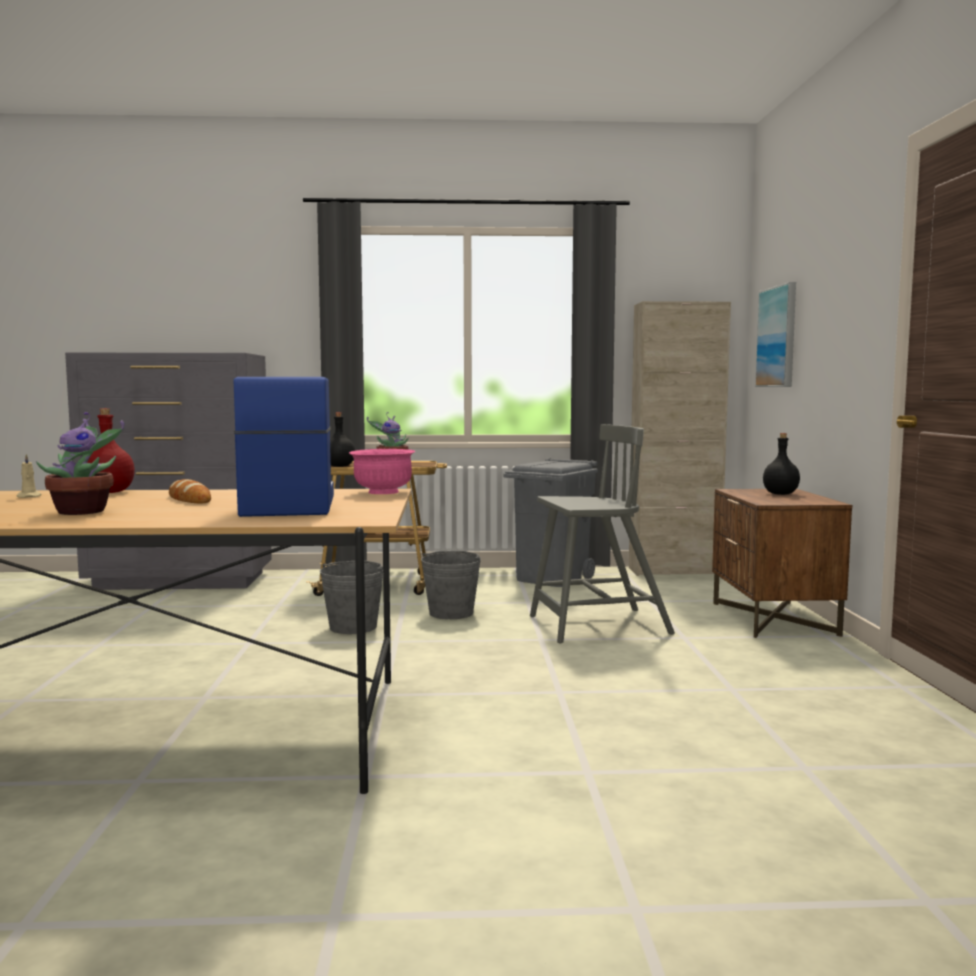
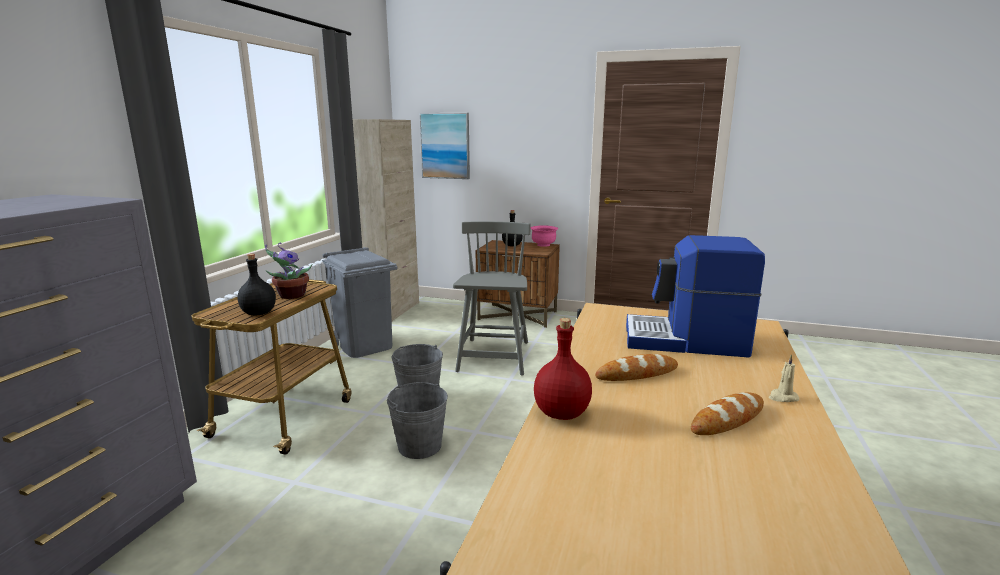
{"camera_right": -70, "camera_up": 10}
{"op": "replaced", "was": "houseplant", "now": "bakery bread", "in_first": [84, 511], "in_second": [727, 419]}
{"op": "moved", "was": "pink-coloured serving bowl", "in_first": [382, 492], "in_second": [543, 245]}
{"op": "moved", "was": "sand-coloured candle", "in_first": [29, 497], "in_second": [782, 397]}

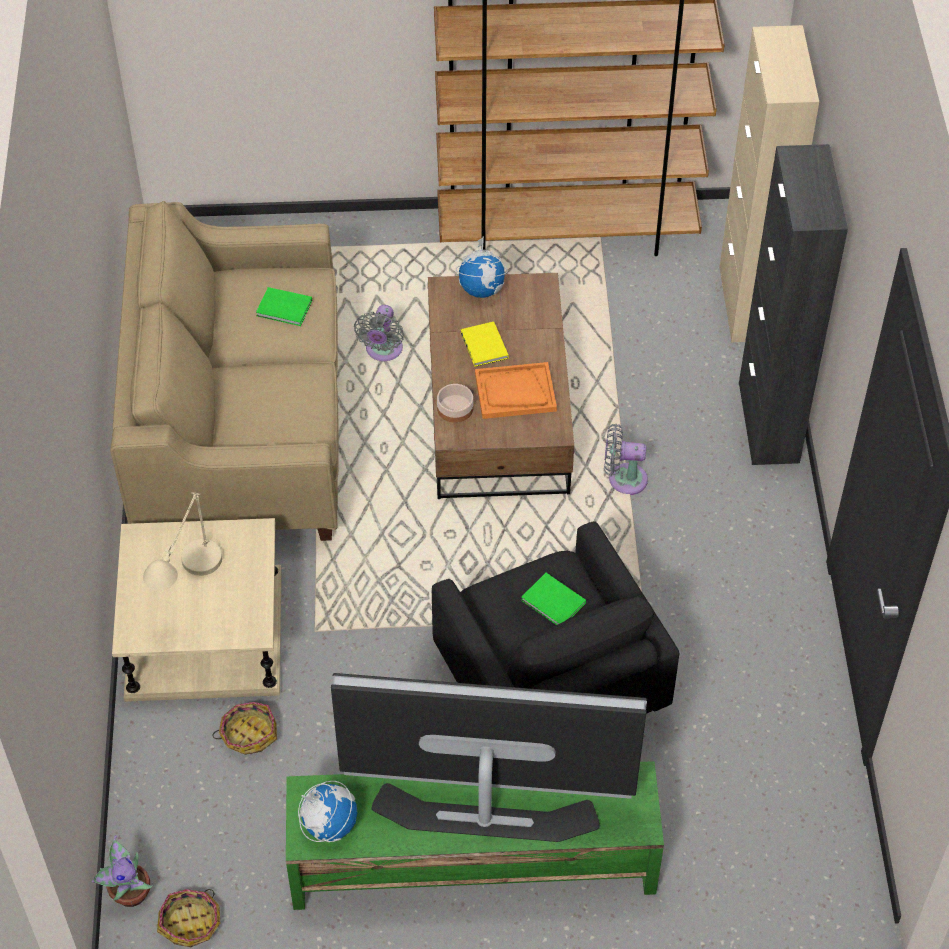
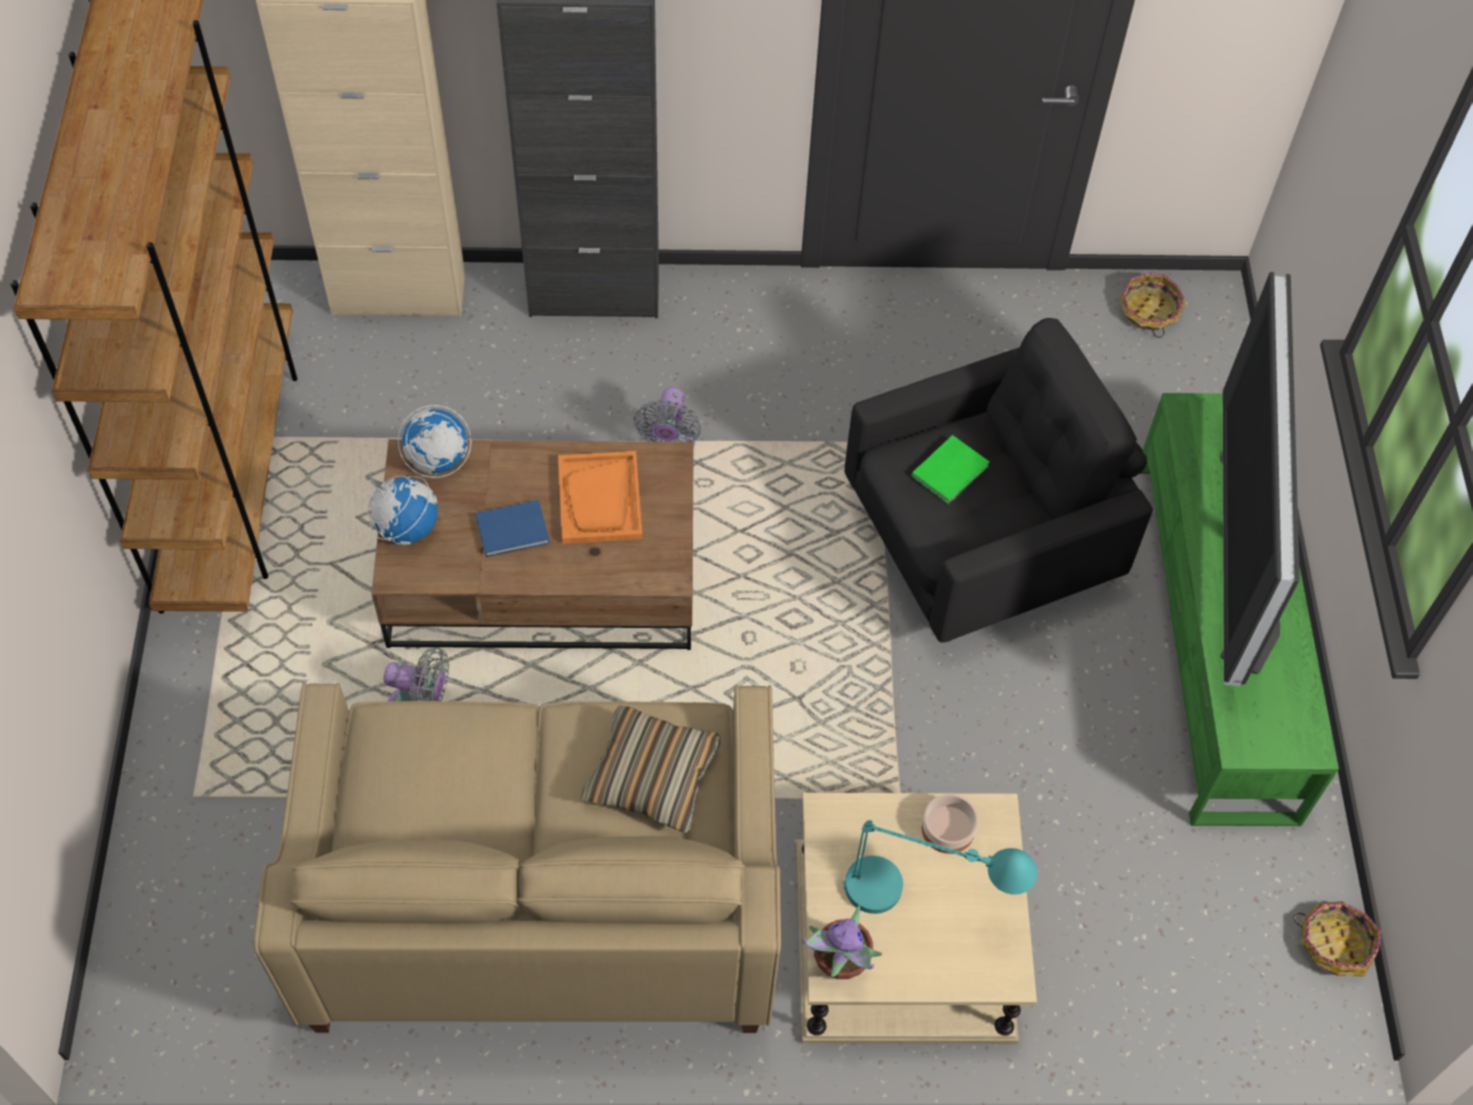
{"camera_right": -90, "camera_up": 5}
{"op": "removed", "was": "green-coloured volume", "in_first": [285, 309]}
{"op": "recoloured", "was": "yellow-coloured volume", "now": "bluish volume", "in_first": [484, 347], "in_second": [515, 531]}
{"op": "moved", "was": "serving bowl", "in_first": [454, 408], "in_second": [948, 830]}
{"op": "recoloured", "was": "sand-coloured tabletop lamp", "now": "turquoise-coloured tabletop lamp", "in_first": [189, 588], "in_second": [923, 901]}
{"op": "moved", "was": "basket", "in_first": [248, 734], "in_second": [1148, 312]}
{"op": "moved", "was": "desk globe", "in_first": [329, 825], "in_second": [437, 461]}
{"op": "moved", "was": "houseplant", "in_first": [129, 893], "in_second": [839, 962]}
{"op": "added", "now": "pillow", "in_second": [652, 776]}

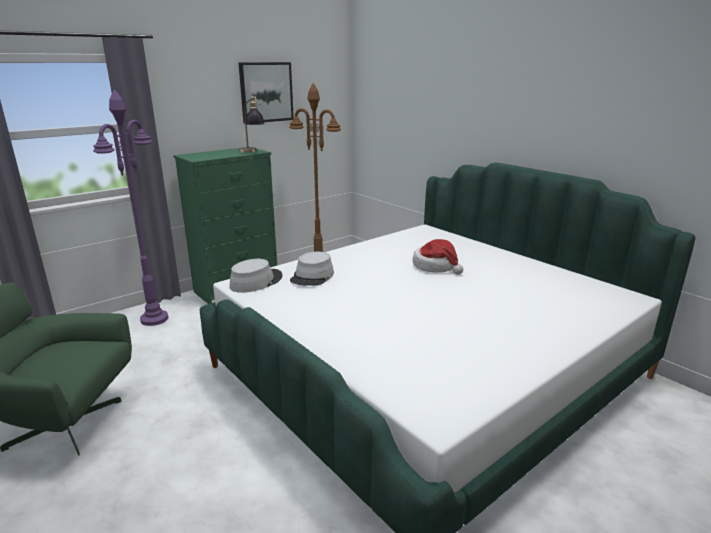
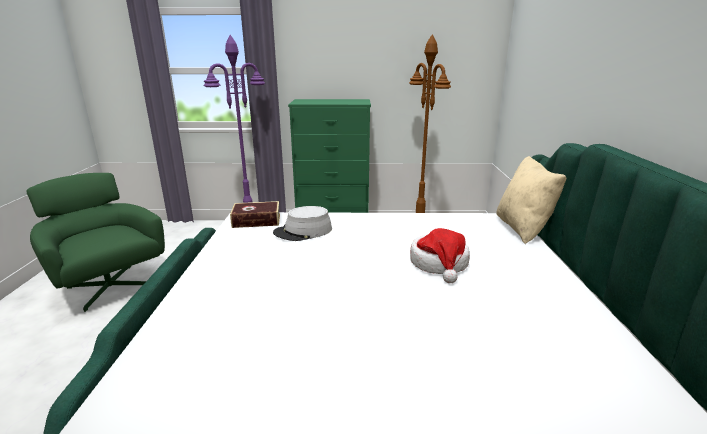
{"camera_right": 40, "camera_up": 0}
{"op": "removed", "was": "wall art", "in_first": [266, 92]}
{"op": "removed", "was": "tabletop lamp", "in_first": [252, 151]}
{"op": "replaced", "was": "gray wearable hat", "now": "volume", "in_first": [256, 281], "in_second": [256, 220]}
{"op": "added", "now": "sand-coloured pillow", "in_second": [523, 229]}

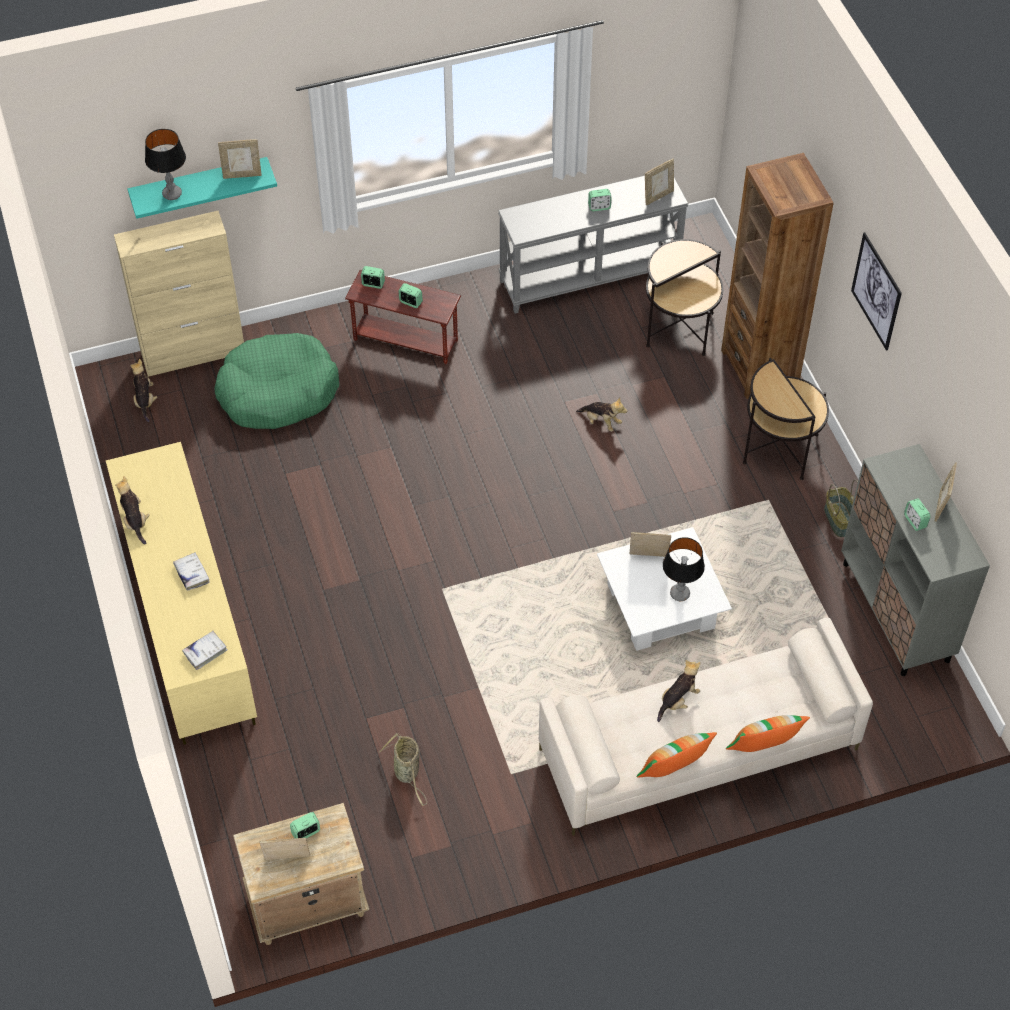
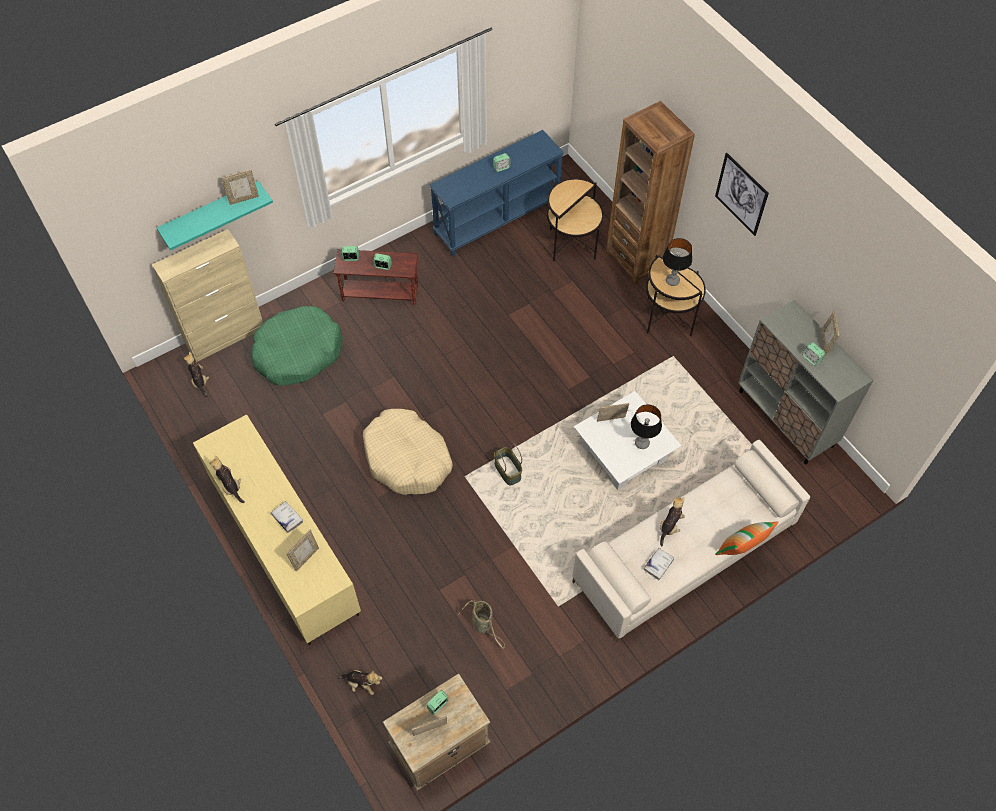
{"camera_right": -15, "camera_up": 5}
{"op": "moved", "was": "tabletop lamp", "in_first": [172, 194], "in_second": [672, 281]}
{"op": "moved", "was": "photo frame", "in_first": [658, 196], "in_second": [305, 558]}
{"op": "recoloured", "was": "gray console table", "now": "bluish console table", "in_first": [590, 275], "in_second": [497, 217]}
{"op": "moved", "was": "soft toy", "in_first": [601, 422], "in_second": [362, 684]}
{"op": "moved", "was": "basket", "in_first": [838, 519], "in_second": [507, 471]}
{"op": "moved", "was": "white volume", "in_first": [205, 652], "in_second": [658, 565]}
{"op": "removed", "was": "pillow", "in_first": [673, 771]}
{"op": "added", "now": "sand-coloured dog cushion", "in_second": [407, 458]}

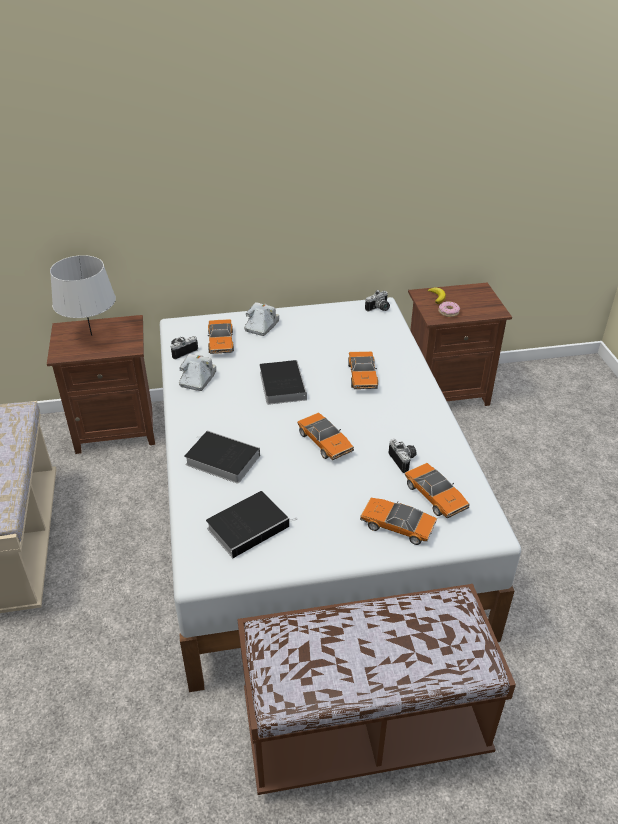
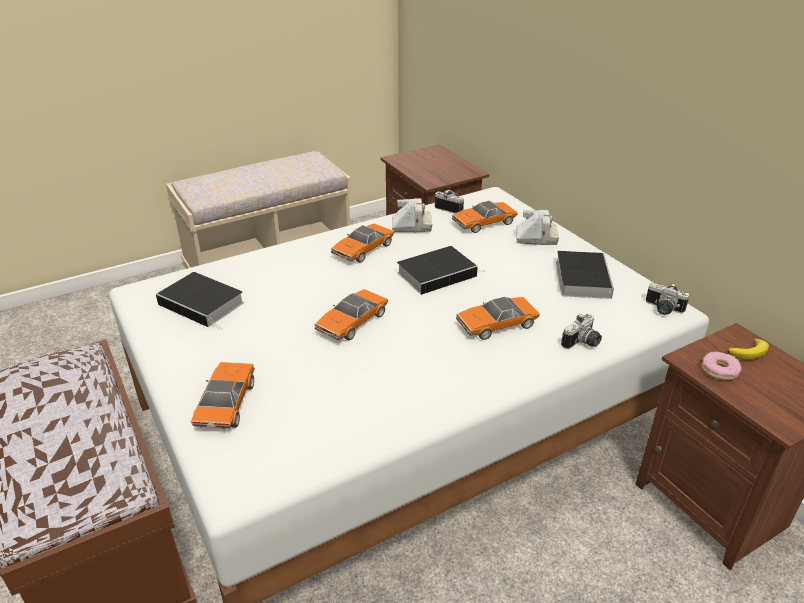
{"camera_right": 70, "camera_up": -5}
{"op": "removed", "was": "gray tabletop lamp", "in_first": [91, 335]}
{"op": "moved", "was": "volume", "in_first": [220, 460], "in_second": [581, 277]}
{"op": "moved", "was": "photo camera", "in_first": [404, 460], "in_second": [583, 343]}
{"op": "moved", "was": "model car", "in_first": [435, 496], "in_second": [363, 250]}

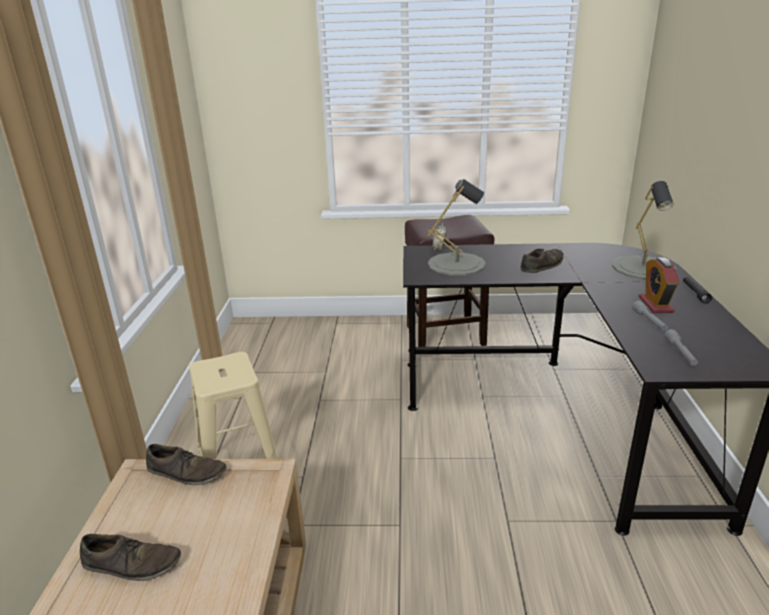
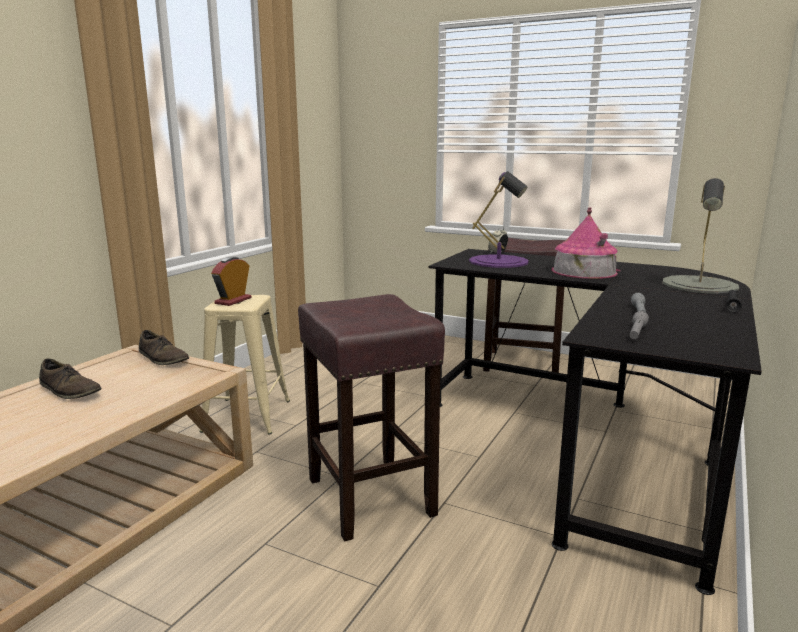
{"camera_right": 25, "camera_up": -10}
{"op": "recoloured", "was": "gray tabletop lamp", "now": "purple tabletop lamp", "in_first": [456, 264], "in_second": [498, 261]}
{"op": "replaced", "was": "brown-coloured shoe", "now": "toy house", "in_first": [542, 265], "in_second": [584, 271]}
{"op": "moved", "was": "table clock", "in_first": [655, 304], "in_second": [233, 301]}
{"op": "added", "now": "brown-coloured stool", "in_second": [368, 495]}

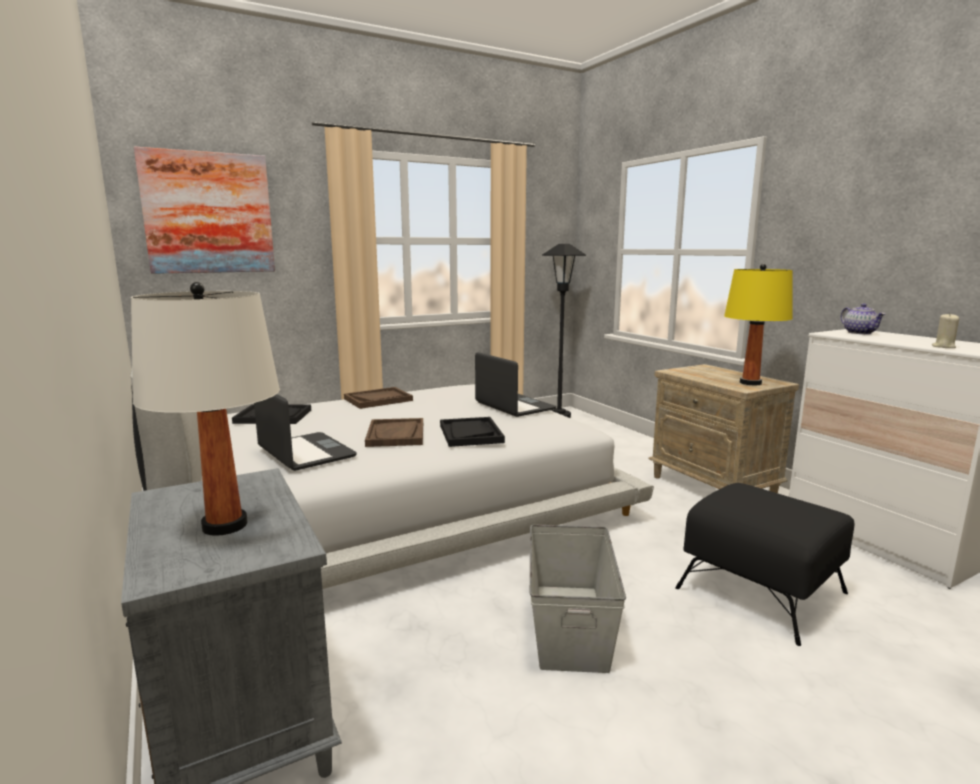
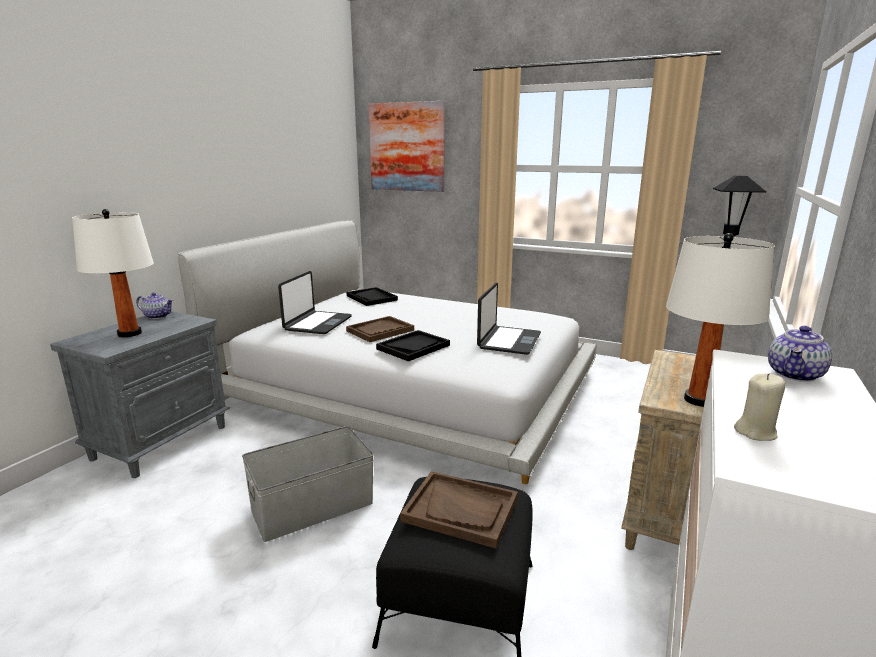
{"camera_right": 55, "camera_up": 5}
{"op": "recoloured", "was": "yellow-coloured tabletop lamp", "now": "white tabletop lamp", "in_first": [750, 383], "in_second": [699, 400]}
{"op": "moved", "was": "brown-coloured carrying tray", "in_first": [378, 399], "in_second": [461, 510]}
{"op": "added", "now": "tea pot", "in_second": [158, 316]}

